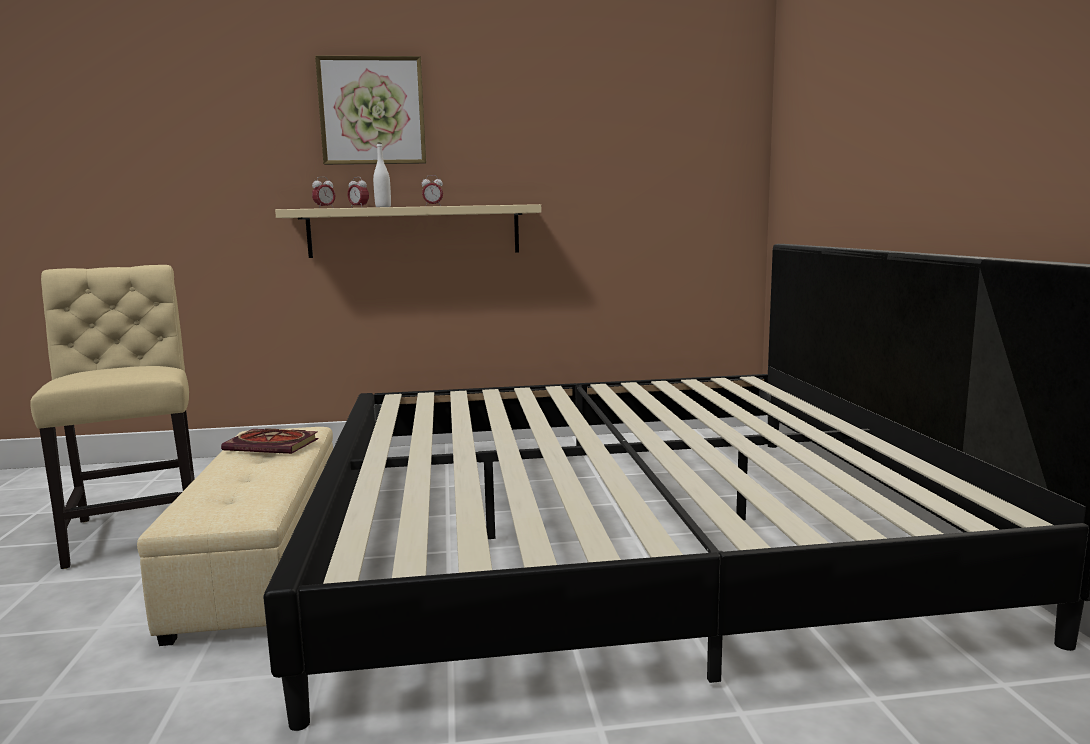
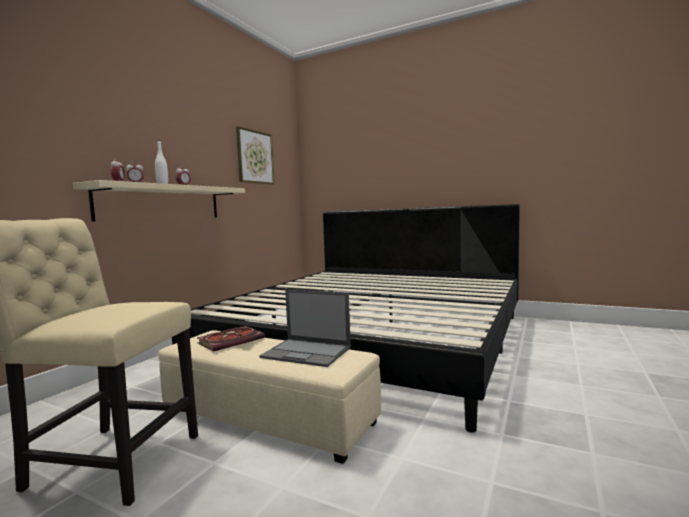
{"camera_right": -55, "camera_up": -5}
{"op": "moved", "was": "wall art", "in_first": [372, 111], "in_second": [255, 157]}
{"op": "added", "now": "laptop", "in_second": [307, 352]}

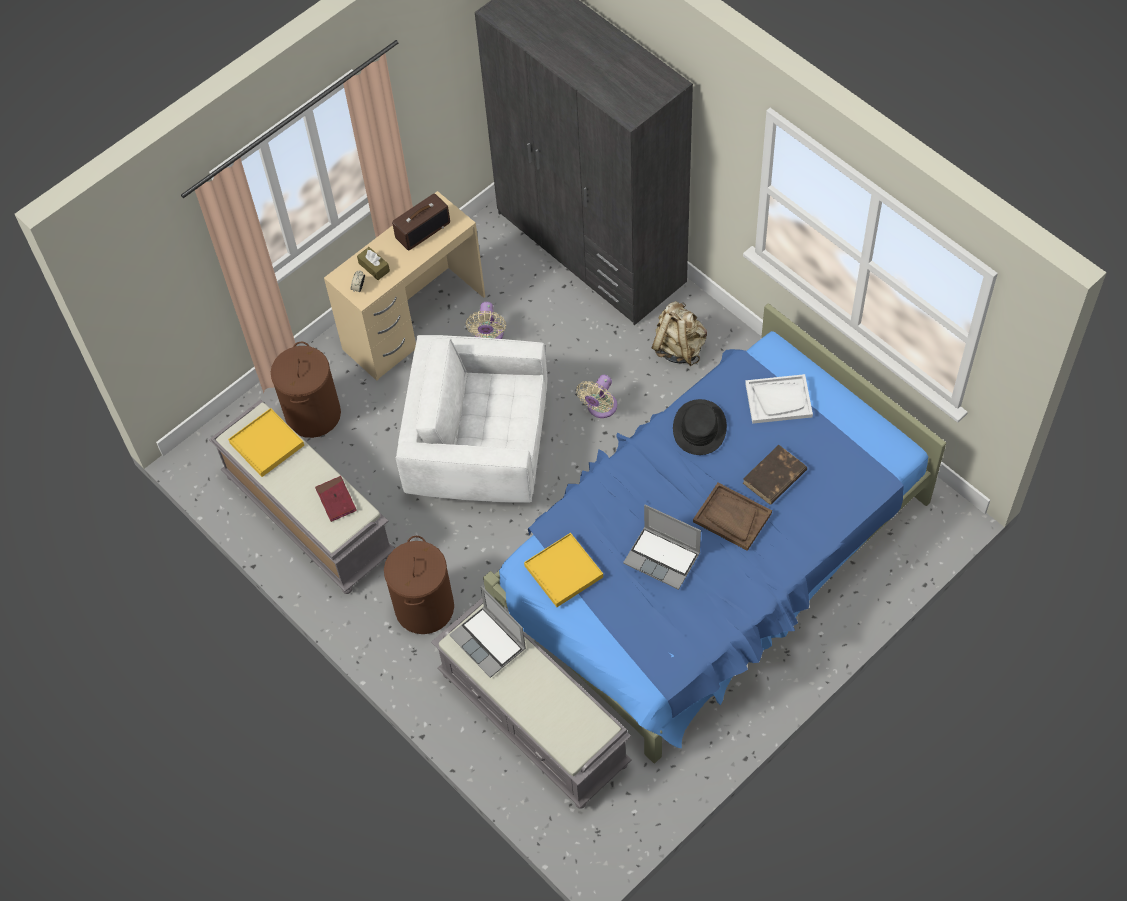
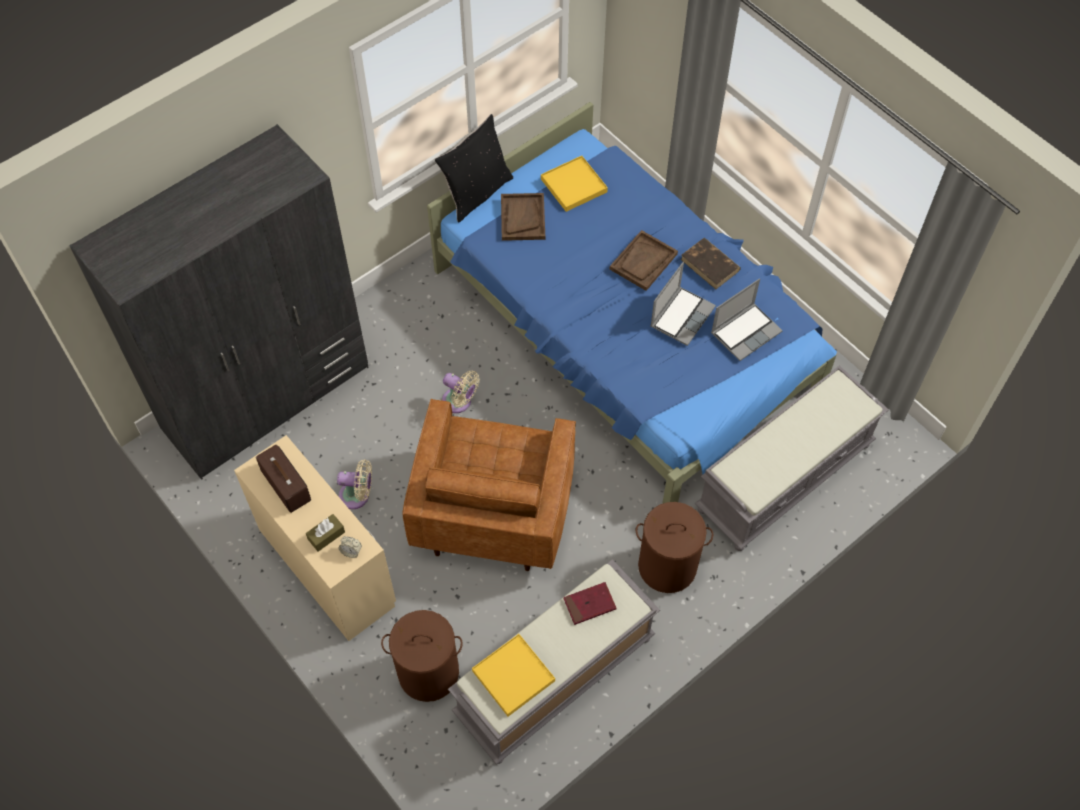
{"camera_right": -90, "camera_up": 0}
{"op": "removed", "was": "sand-coloured backpack", "in_first": [679, 347]}
{"op": "recoloured", "was": "white armchair", "now": "brown-coloured armchair", "in_first": [479, 449], "in_second": [492, 510]}
{"op": "recoloured", "was": "white carrying tray", "now": "brown-coloured carrying tray", "in_first": [778, 400], "in_second": [522, 218]}
{"op": "removed", "was": "black-coloured wearable hat", "in_first": [699, 428]}
{"op": "moved", "was": "brown-coloured volume", "in_first": [774, 477], "in_second": [710, 265]}
{"op": "moved", "was": "yellow-coloured carrying tray", "in_first": [564, 571], "in_second": [574, 185]}
{"op": "moved", "was": "laptop", "in_first": [489, 642], "in_second": [746, 331]}
{"op": "added", "now": "black-coloured pillow", "in_second": [476, 193]}

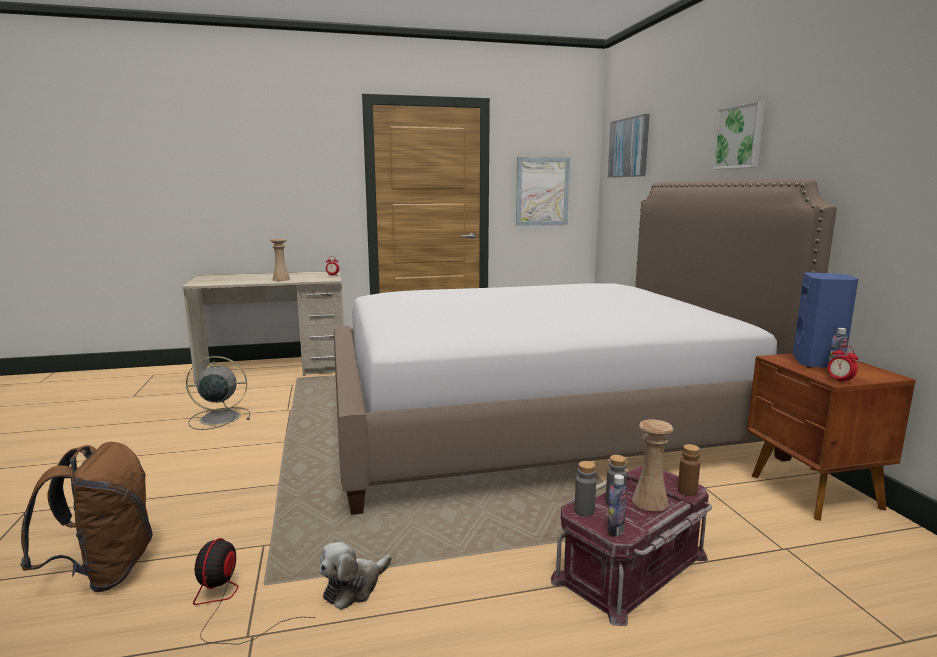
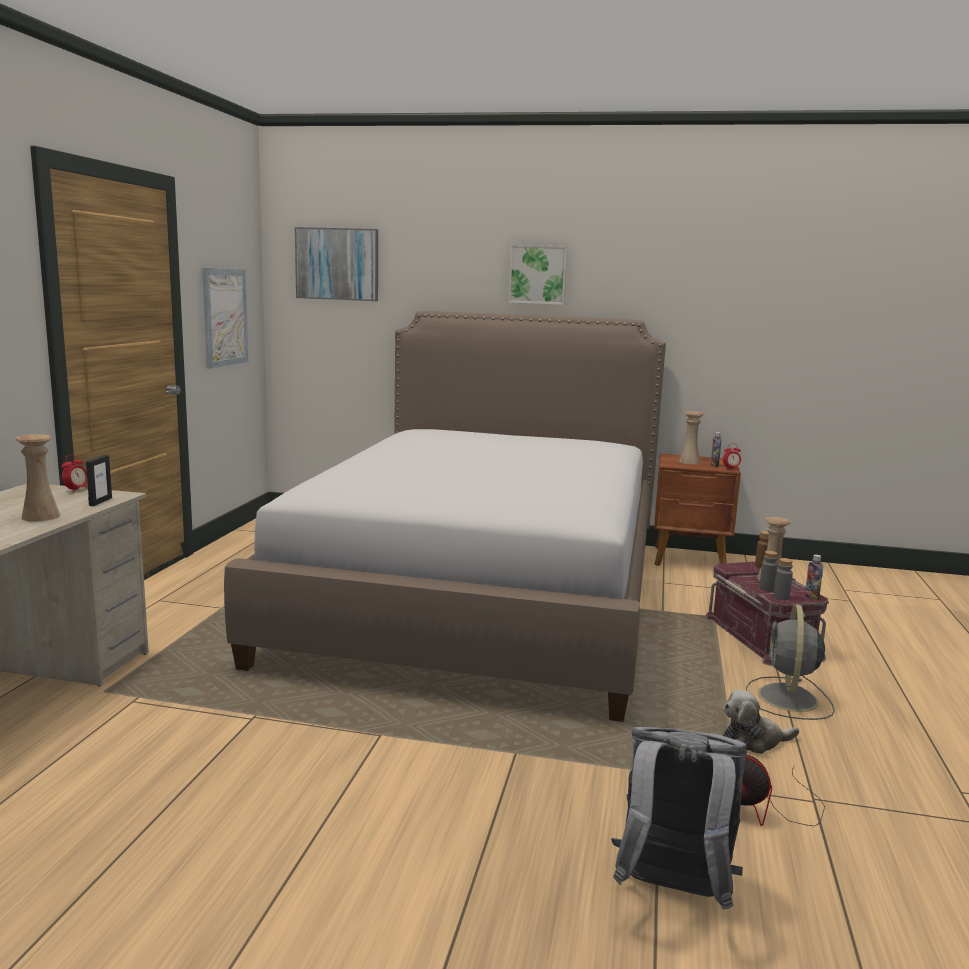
{"camera_right": -65, "camera_up": 0}
{"op": "replaced", "was": "bluish loudspeaker", "now": "sand-coloured flower vase", "in_first": [818, 363], "in_second": [689, 462]}
{"op": "moved", "was": "gray electric fan", "in_first": [218, 418], "in_second": [788, 699]}
{"op": "recoloured", "was": "brown-coloured backpack", "now": "gray backpack", "in_first": [105, 572], "in_second": [671, 892]}
{"op": "turned", "was": "soft toy", "in_first": [354, 587], "in_second": [754, 741], "clockwise": 105}
{"op": "added", "now": "photo frame", "in_second": [100, 502]}

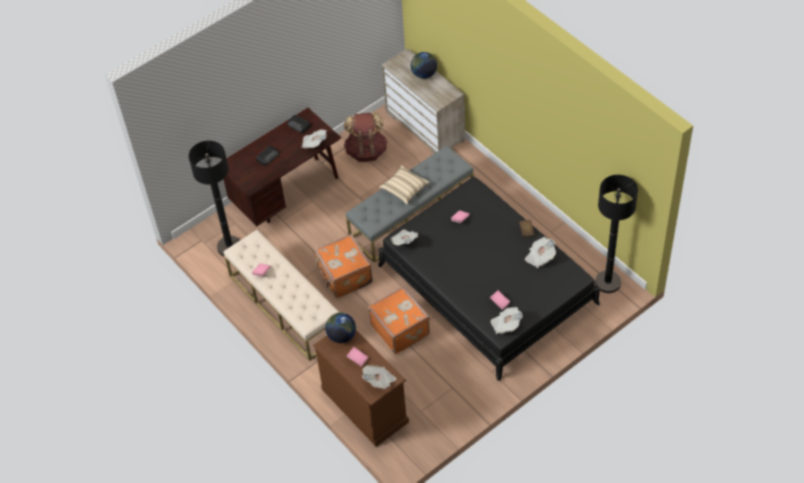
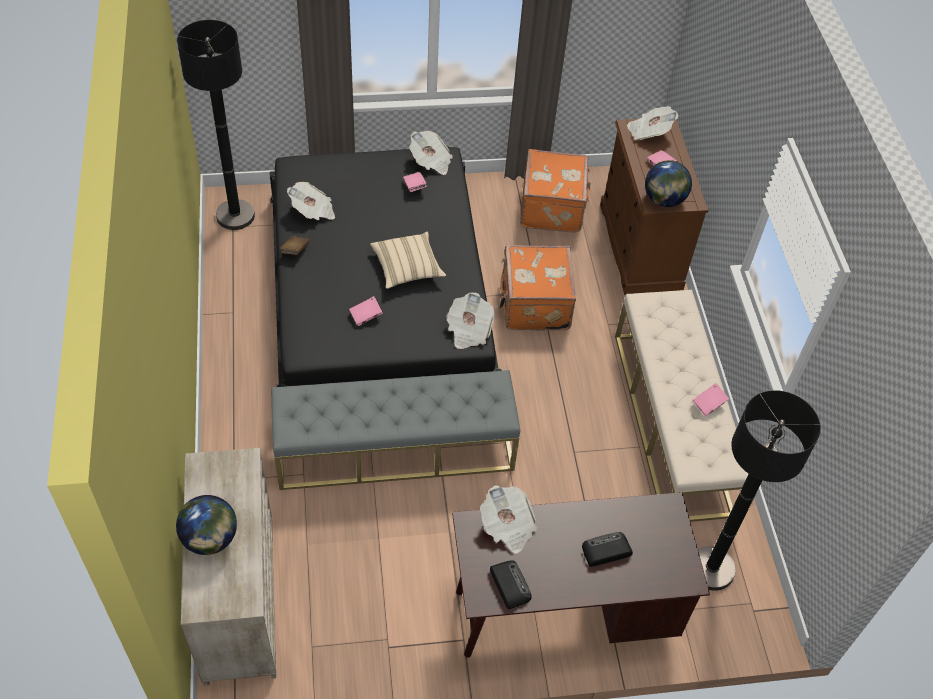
{"camera_right": -155, "camera_up": 0}
{"op": "removed", "was": "brown-coloured backpack", "in_first": [366, 151]}
{"op": "moved", "was": "sand-coloured pillow", "in_first": [404, 189], "in_second": [407, 268]}
{"op": "moved", "was": "orange travel case", "in_first": [344, 276], "in_second": [553, 207]}

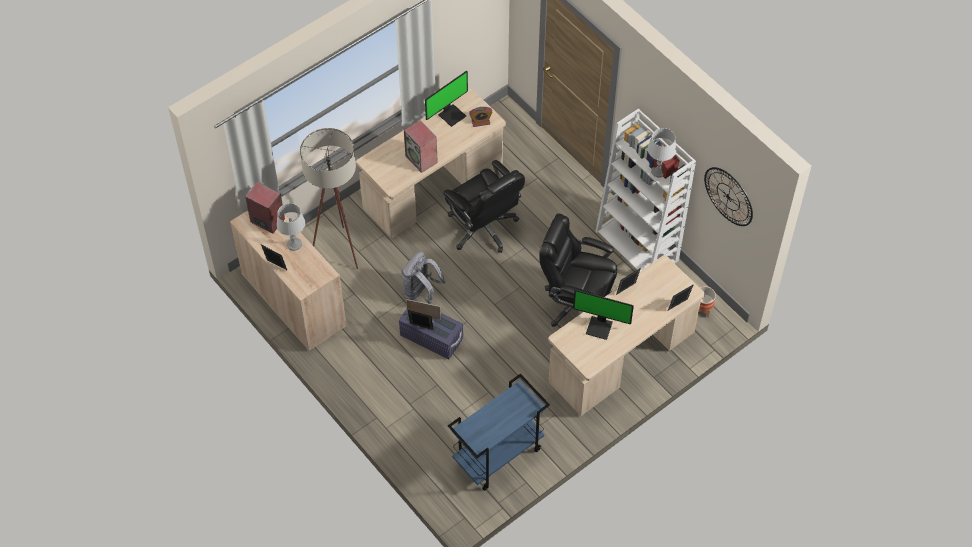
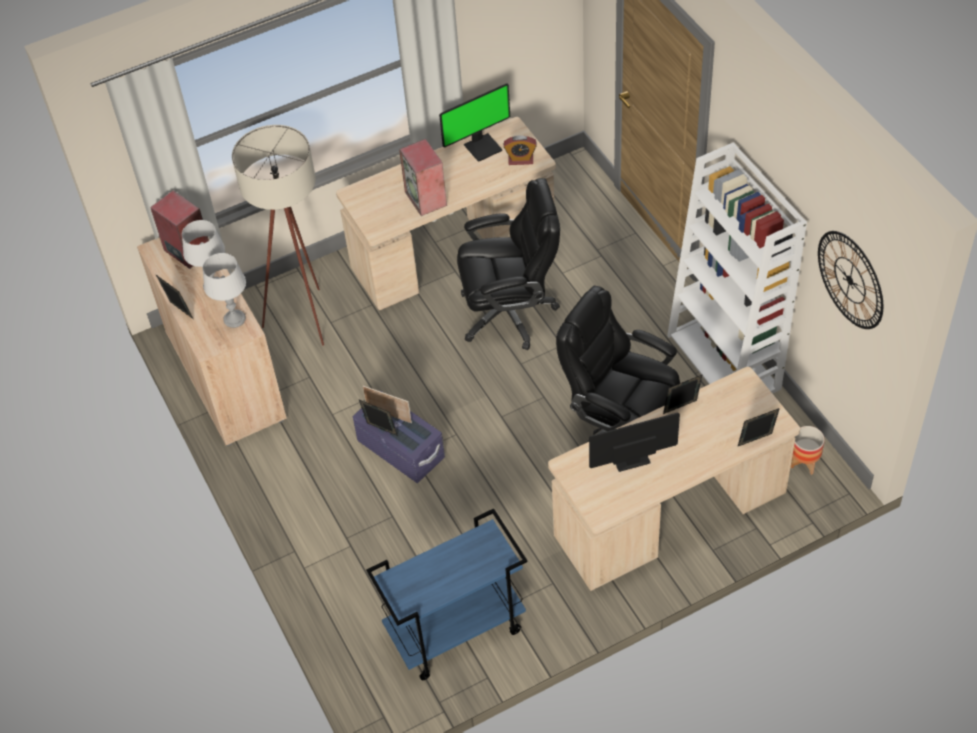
{"camera_right": 15, "camera_up": -5}
{"op": "moved", "was": "gray tabletop lamp", "in_first": [658, 171], "in_second": [234, 319]}
{"op": "turned", "was": "black-coloured desk chair", "in_first": [483, 228], "in_second": [510, 312], "clockwise": -75}
{"op": "removed", "was": "gray backpack", "in_first": [421, 292]}
{"op": "turned", "was": "monitor", "in_first": [600, 327], "in_second": [629, 457], "clockwise": 135}

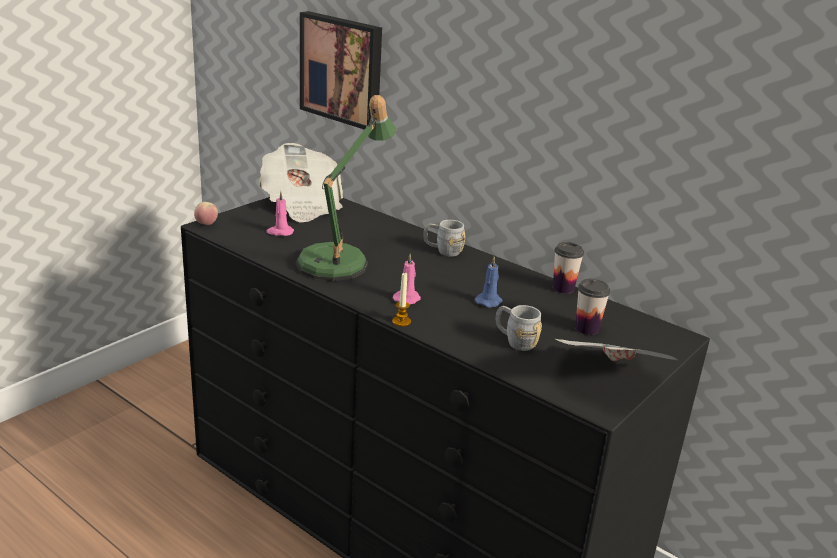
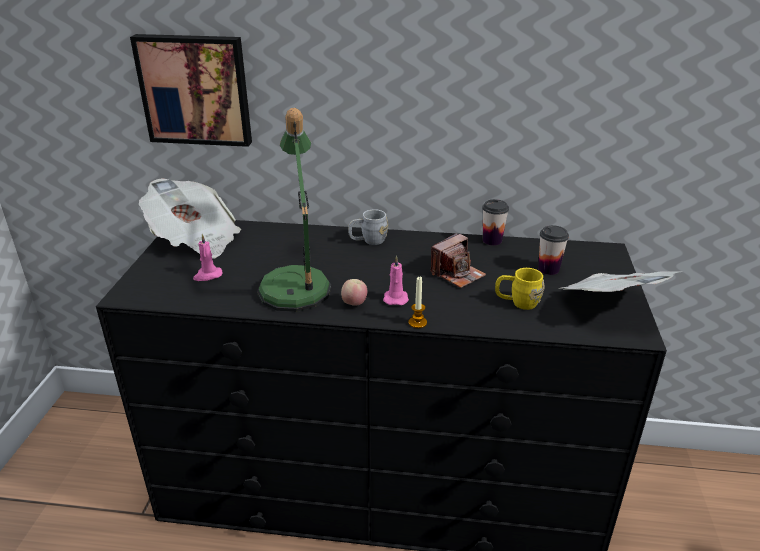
{"camera_right": -30, "camera_up": 5}
{"op": "moved", "was": "whole apple", "in_first": [206, 224], "in_second": [354, 304]}
{"op": "replaced", "was": "bluish candle", "now": "photo camera", "in_first": [489, 301], "in_second": [457, 274]}
{"op": "recoloured", "was": "gray mug", "now": "yellow-coloured mug", "in_first": [515, 341], "in_second": [517, 302]}

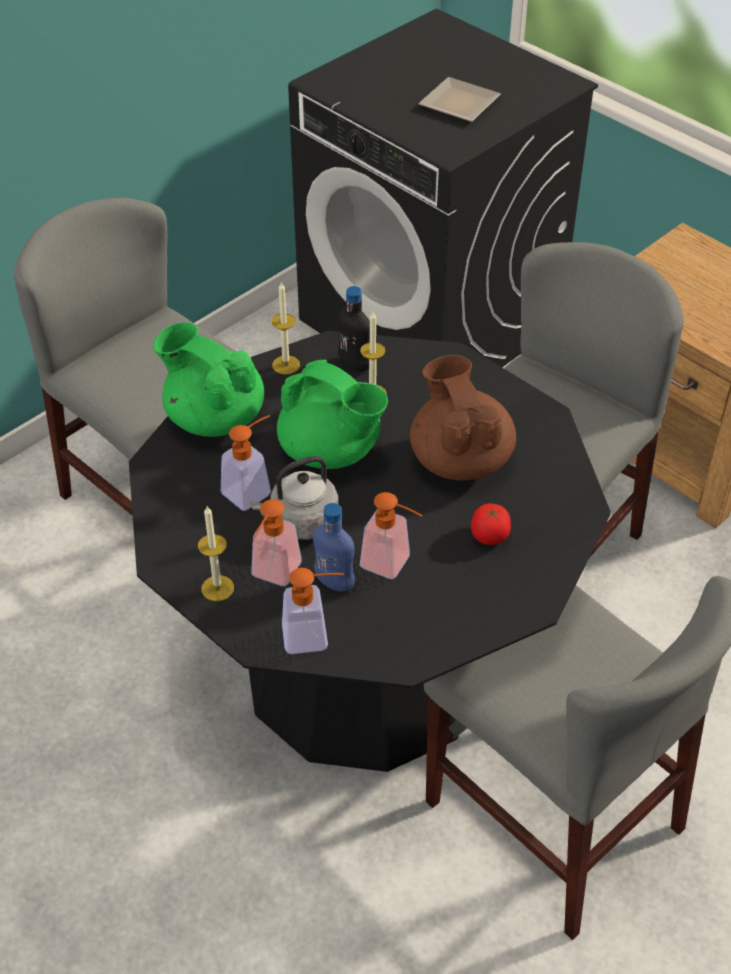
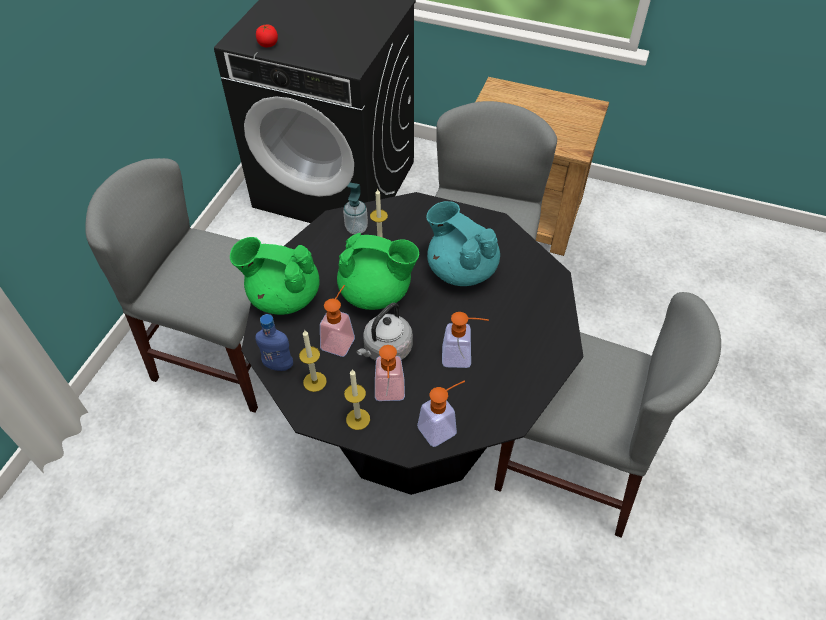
{"camera_right": -25, "camera_up": 5}
{"op": "removed", "was": "flat dish", "in_first": [460, 105]}
{"op": "moved", "was": "candle", "in_first": [286, 365], "in_second": [315, 381]}
{"op": "replaced", "was": "black-coloured drink bottle", "now": "soap dispenser", "in_first": [354, 364], "in_second": [356, 228]}
{"op": "recoloured", "was": "brown-coloured tea pot", "now": "turquoise-coloured tea pot", "in_first": [460, 458], "in_second": [461, 269]}
{"op": "moved", "was": "bluish drink bottle", "in_first": [334, 582], "in_second": [278, 365]}
{"op": "moved", "was": "fresh tomato", "in_first": [489, 535], "in_second": [268, 44]}

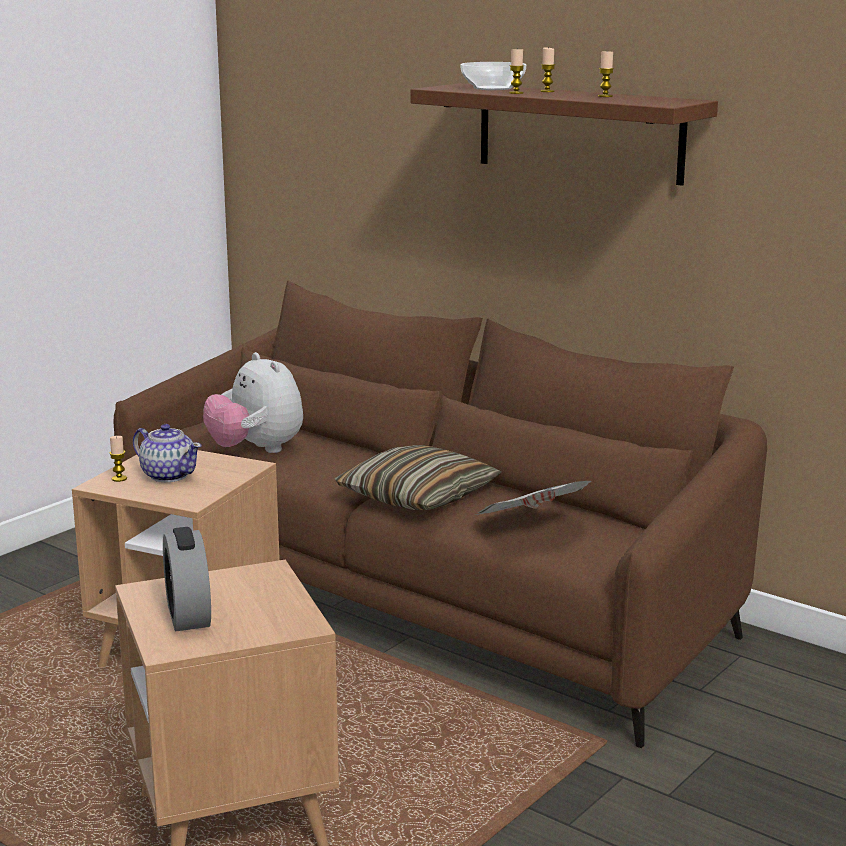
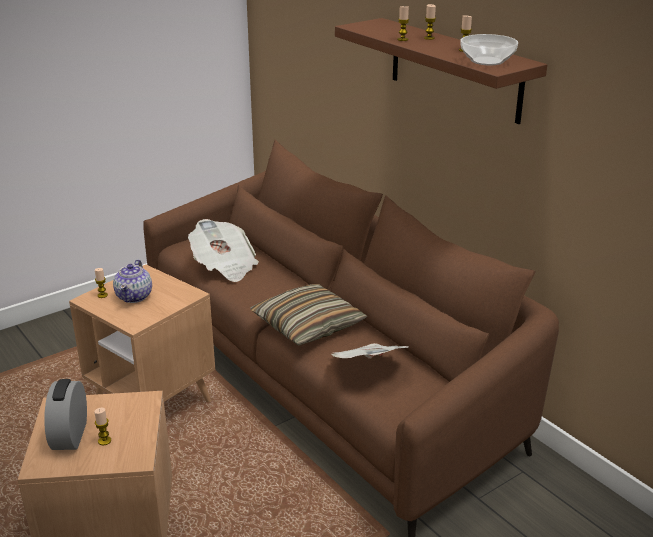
{"camera_right": 15, "camera_up": 10}
{"op": "moved", "was": "serving bowl", "in_first": [492, 88], "in_second": [487, 61]}
{"op": "replaced", "was": "soft toy", "now": "daily paper", "in_first": [256, 450], "in_second": [224, 266]}
{"op": "turned", "was": "tea pot", "in_first": [168, 475], "in_second": [134, 296], "clockwise": 45}
{"op": "added", "now": "candle", "in_second": [104, 441]}

